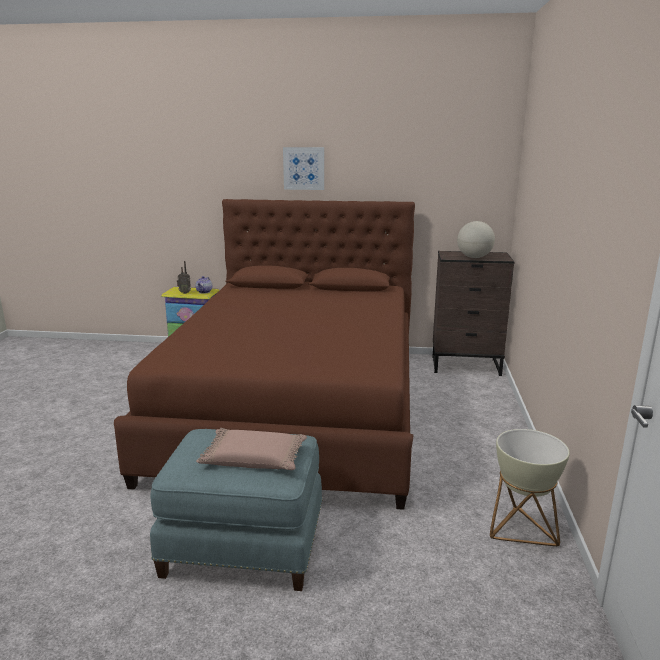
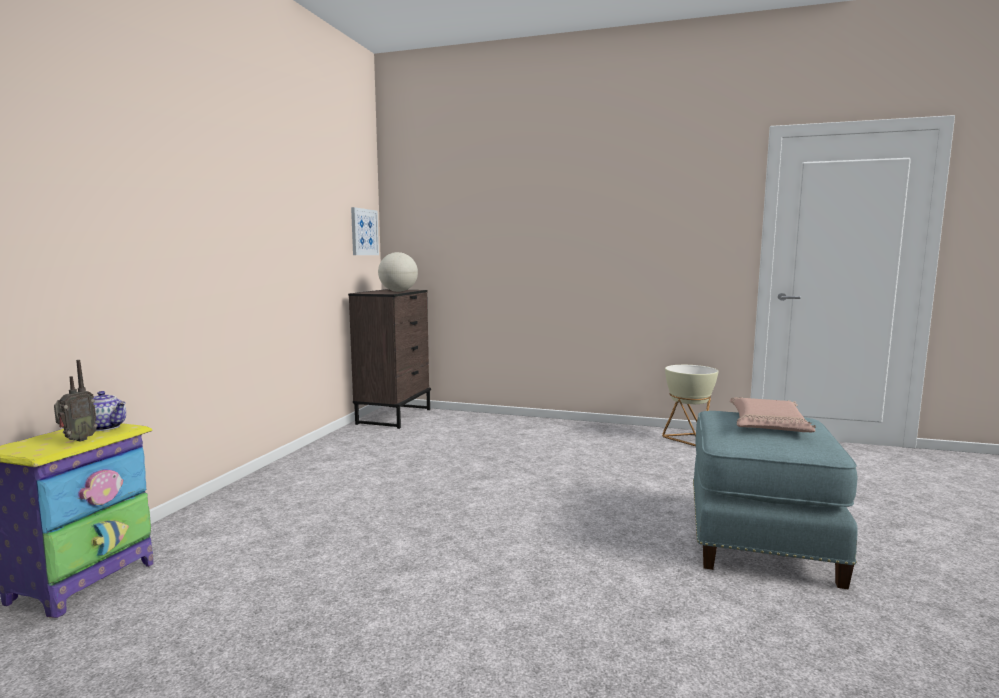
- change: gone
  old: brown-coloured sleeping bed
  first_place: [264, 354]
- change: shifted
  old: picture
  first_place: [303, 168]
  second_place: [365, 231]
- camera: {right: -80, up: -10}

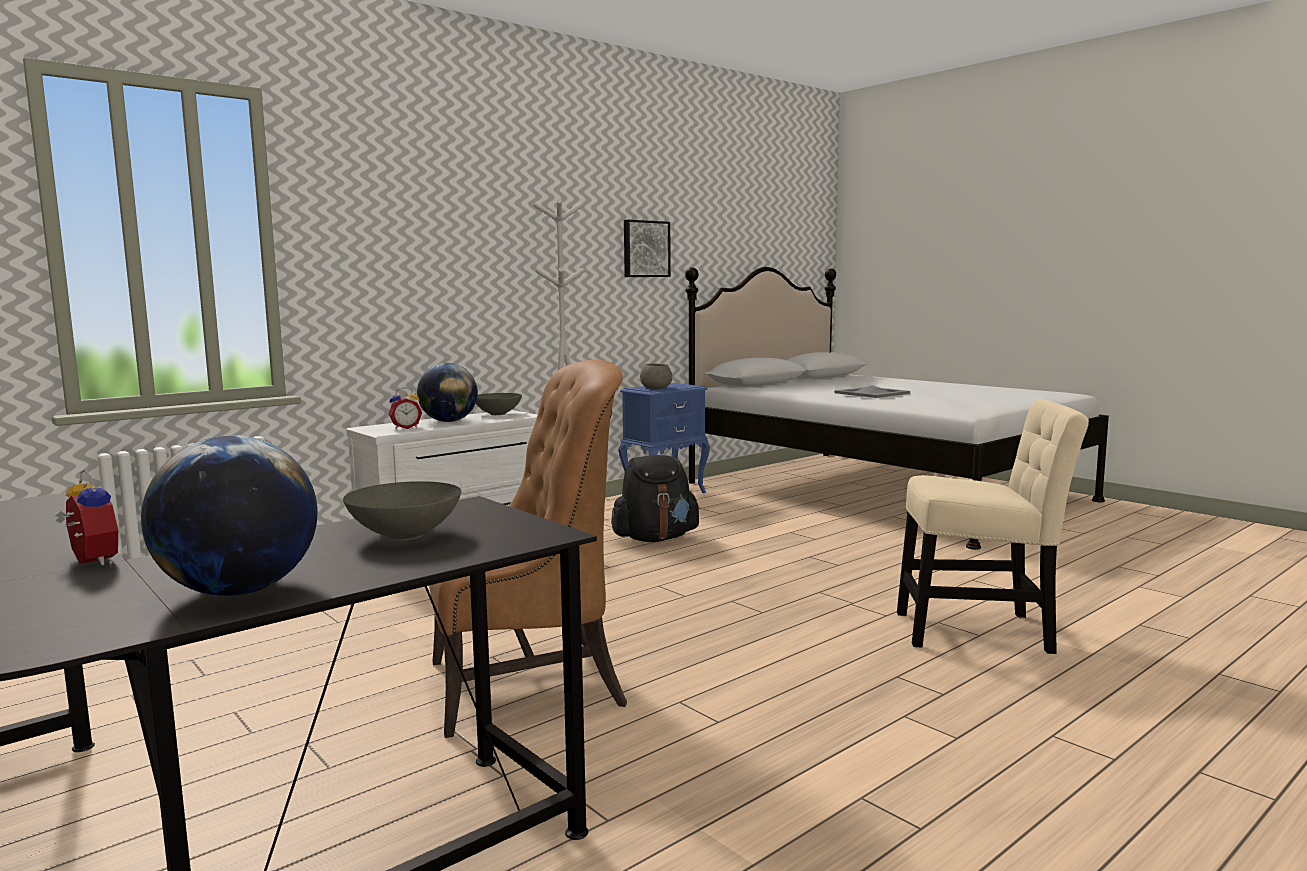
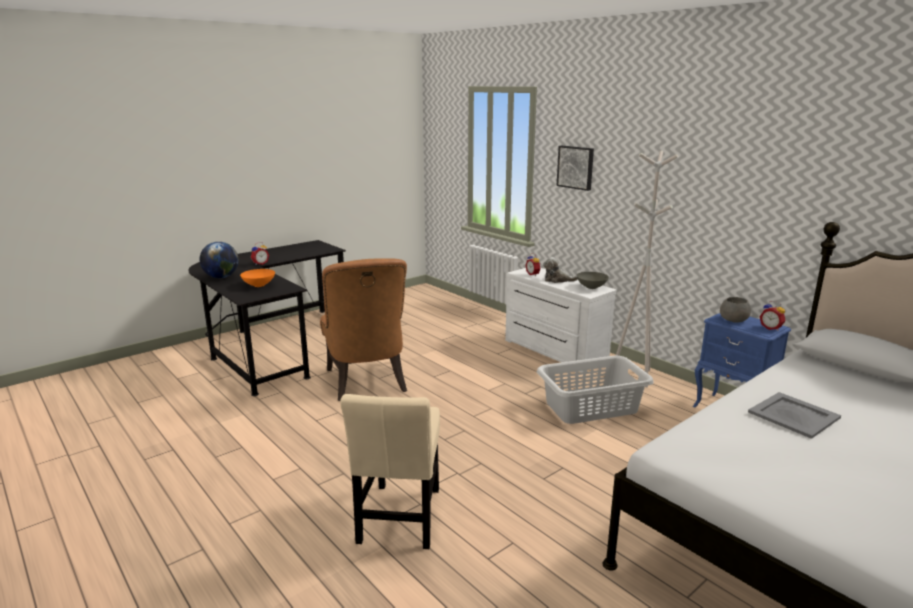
- change: new
  new: bedside clock
  second_place: [773, 316]
- change: shifted
  old: picture
  first_place: [647, 248]
  second_place: [575, 168]
- change: swapped
  old: globe
  new: plush toy
  first_place: [447, 392]
  second_place: [560, 270]
- change: swapped
  old: black-coloured knapsack
  new: grey washing basket
  first_place: [655, 498]
  second_place: [595, 390]
- change: repainted
  old: grey deep dish
  new: orange deep dish
  first_place: [402, 510]
  second_place: [257, 278]
- camera: {right: 90, up: 10}

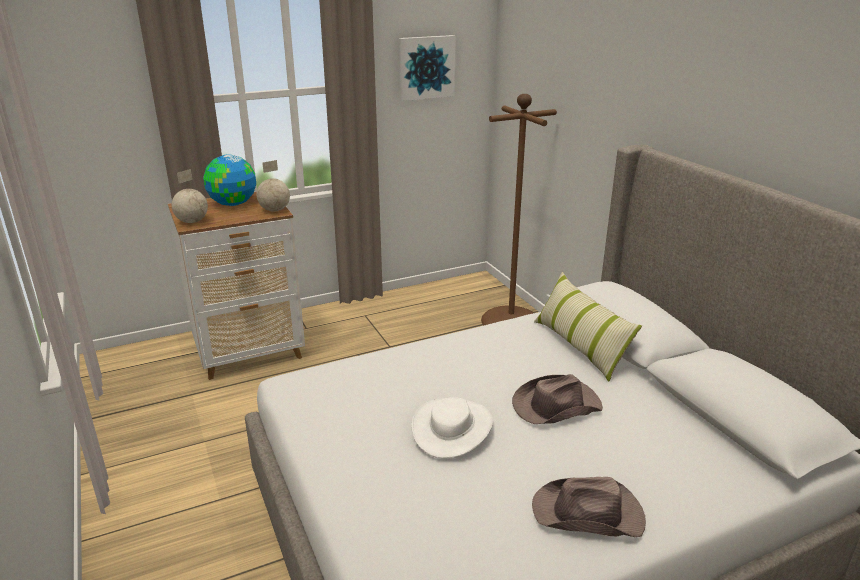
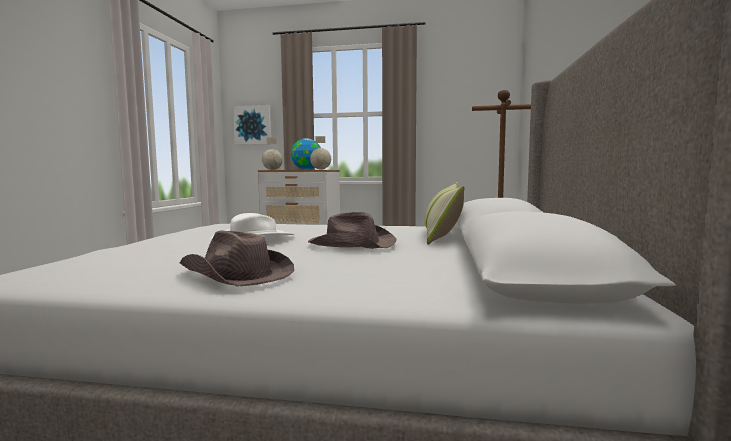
- change: shifted
  old: picture
  first_place: [427, 68]
  second_place: [252, 125]
- camera: {right: 35, up: -20}

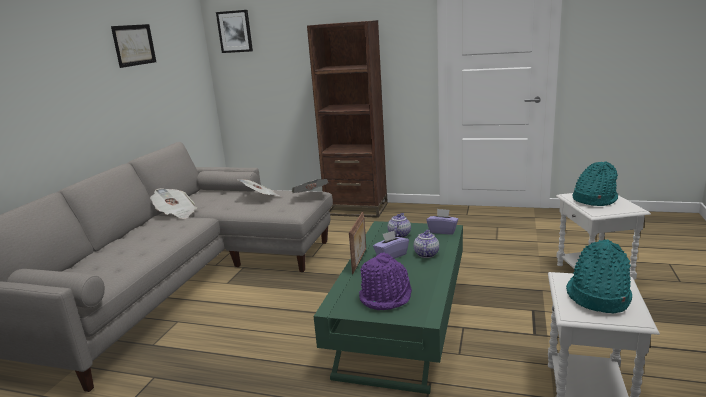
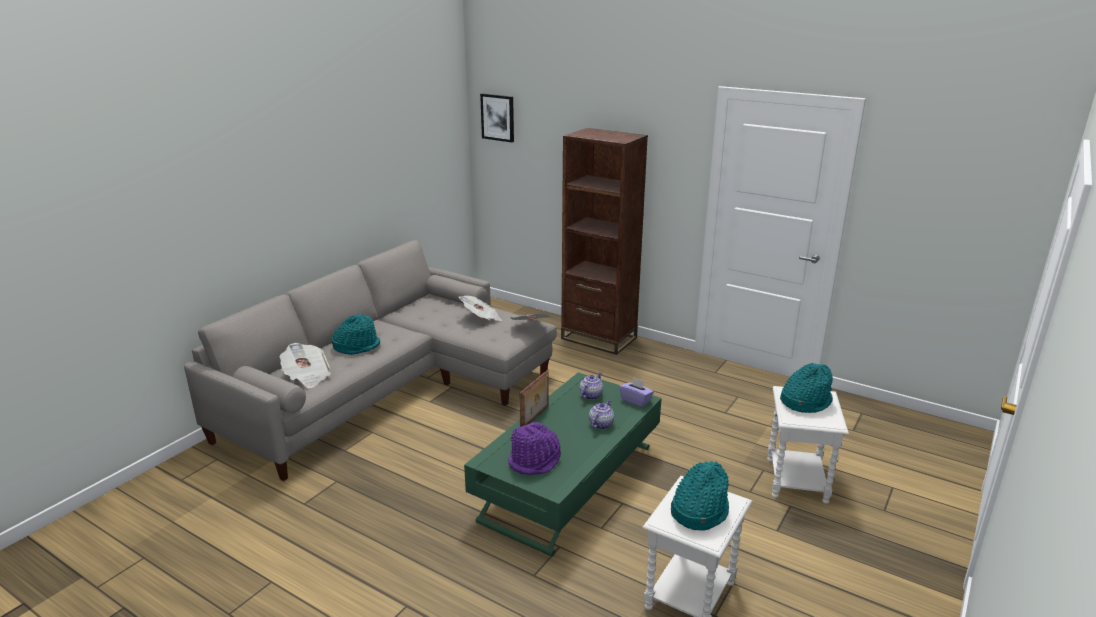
- change: gone
  old: picture
  first_place: [133, 46]
- change: gone
  old: purplish box of tissues
  first_place: [391, 245]
- change: new
  new: turquoise hat
  second_place: [356, 334]
- change: shifted
  old: printed paper
  first_place: [173, 203]
  second_place: [305, 365]
- camera: {right: 15, up: 5}

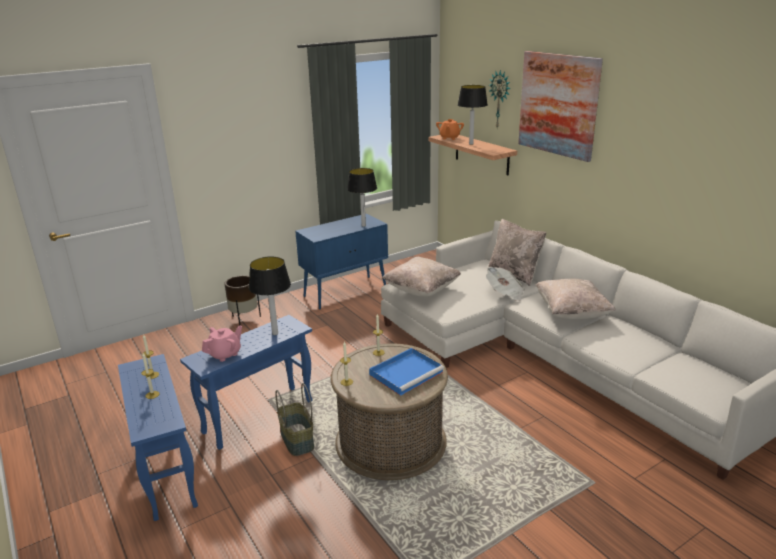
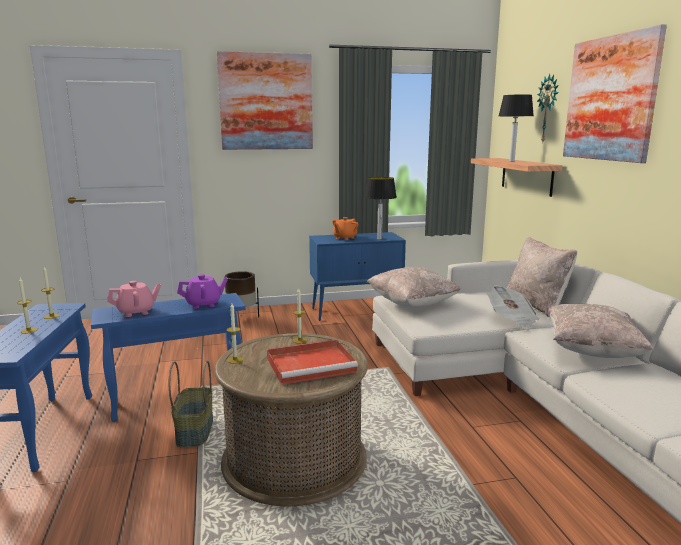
- change: new
  new: picture
  second_place: [265, 100]
- change: shifted
  old: orange teapot
  first_place: [450, 129]
  second_place: [345, 228]
- change: swapped
  old: tabletop lamp
  new: purplish teapot
  first_place: [270, 296]
  second_place: [202, 291]
- change: repainted
  old: blue-coloured serving tray
  new: reddish serving tray
  first_place: [406, 372]
  second_place: [312, 362]
- camera: {right: 20, up: -10}

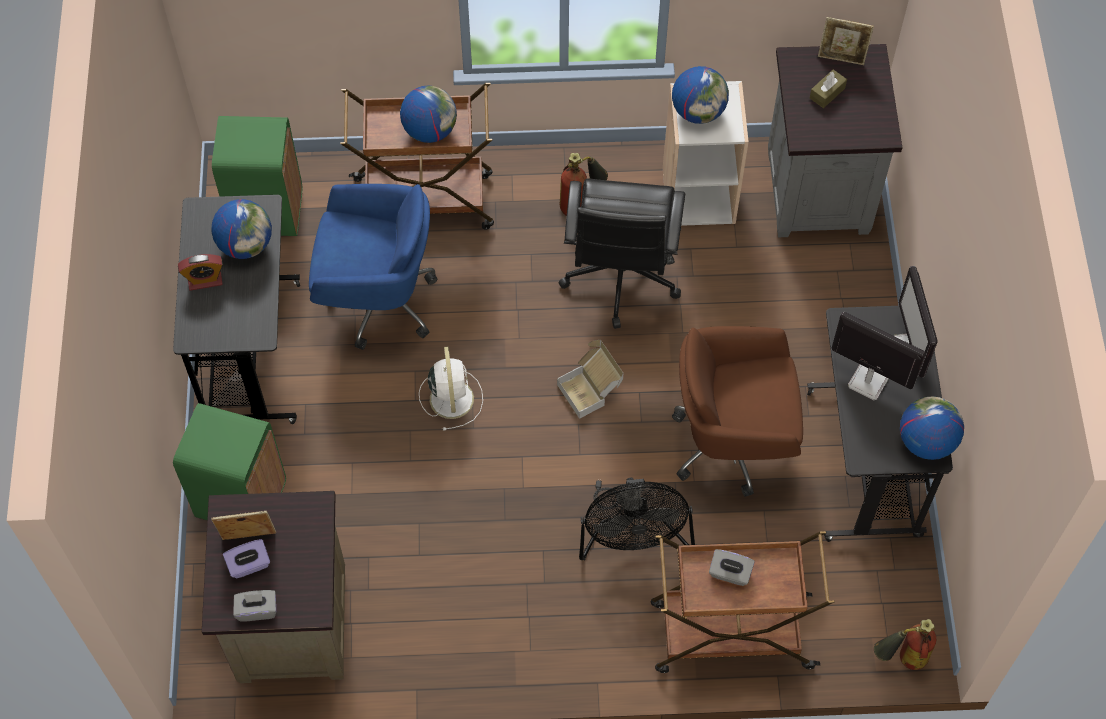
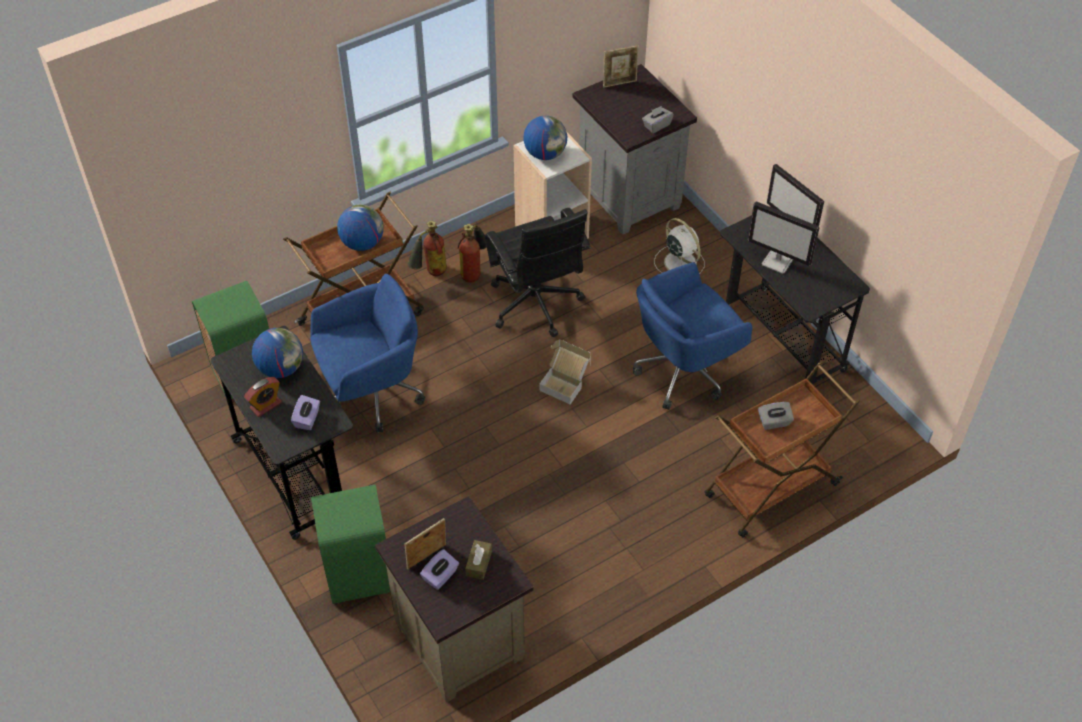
- change: gone
  old: black-coloured electric fan
  first_place: [637, 519]
- change: gone
  old: globe
  first_place: [932, 428]
- change: new
  new: purplish box of tissues
  second_place: [305, 412]
- change: shifted
  old: grey box of tissues
  first_place: [254, 606]
  second_place: [658, 119]
- change: shifted
  old: white-coloured electric fan
  first_place: [451, 388]
  second_place: [679, 246]
- change: shifted
  old: brown-coloured box of tissues
  first_place: [828, 88]
  second_place: [478, 560]
- change: shifted
  old: fire-fighting cylinder
  first_place: [905, 644]
  second_place: [427, 248]
- change: repainted
  old: brown-coloured computer chair
  new: blue-coloured computer chair
  first_place: [737, 411]
  second_place: [692, 336]
- change: rotated
  old: computer screen
  first_place: [878, 356]
  second_place: [784, 237]
  degrees: -150
- camera: {right: -30, up: -10}

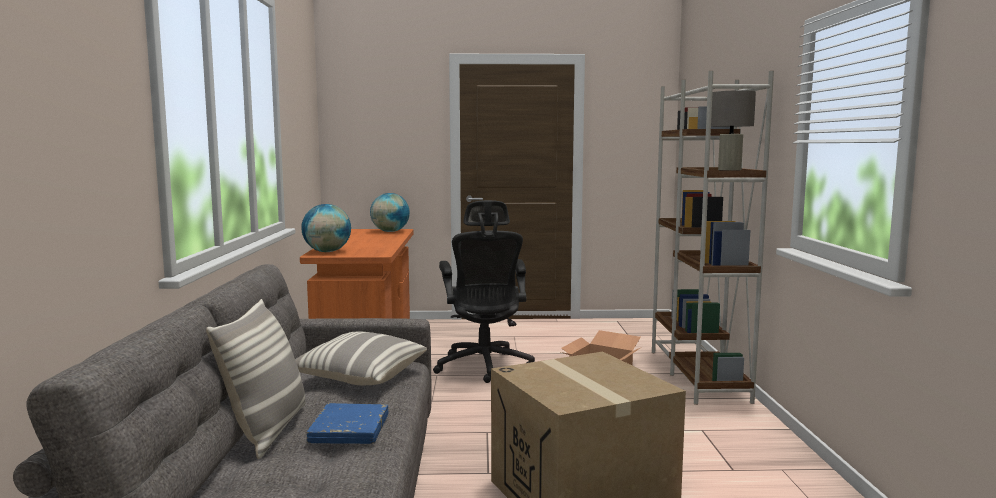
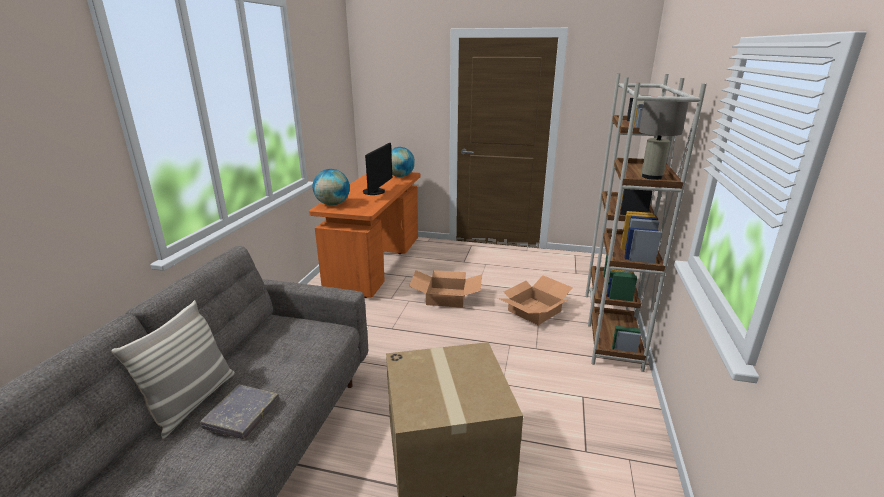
- change: gone
  old: pillow
  first_place: [361, 358]
- change: new
  new: computer screen
  second_place: [377, 168]
- change: swapped
  old: computer chair
  new: cardboard box
  first_place: [484, 291]
  second_place: [445, 289]
- change: repainted
  old: blue-coloured volume
  new: grey volume
  first_place: [347, 423]
  second_place: [239, 412]
- camera: {right: 15, up: 15}

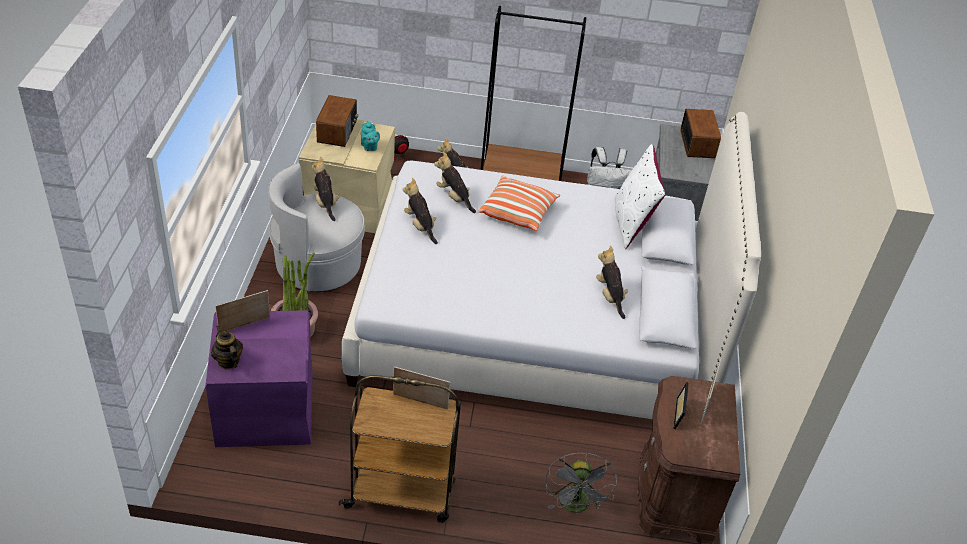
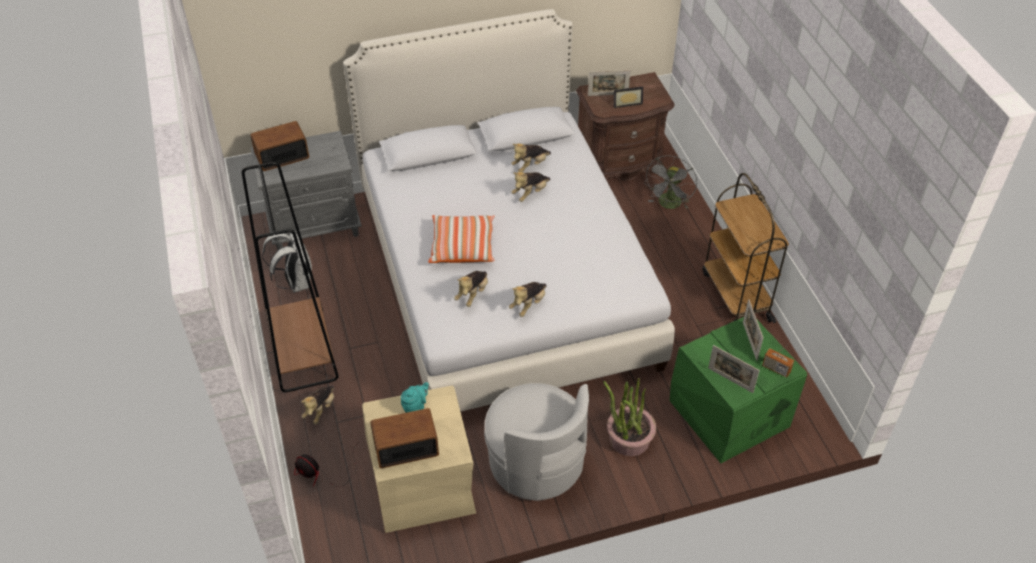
- change: gone
  old: white-coloured pillow
  first_place: [640, 196]
- change: shifted
  old: plush toy
  first_place: [326, 188]
  second_place: [531, 187]
- change: shifted
  old: picture frame
  first_place: [421, 388]
  second_place: [753, 330]
- change: swapped
  old: teapot
  new: radio set
  first_place: [227, 347]
  second_place: [778, 360]
- change: repainted
  old: purplish storage box
  new: green-coloured storage box
  first_place: [259, 378]
  second_place: [738, 390]
- change: rotated
  old: grey electric fan
  first_place: [581, 483]
  second_place: [670, 182]
  degrees: 135
- camera: {right: -110, up: 5}

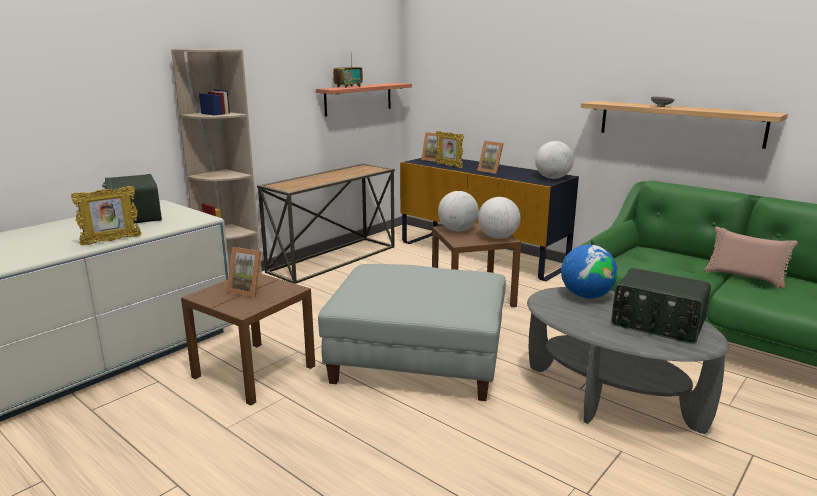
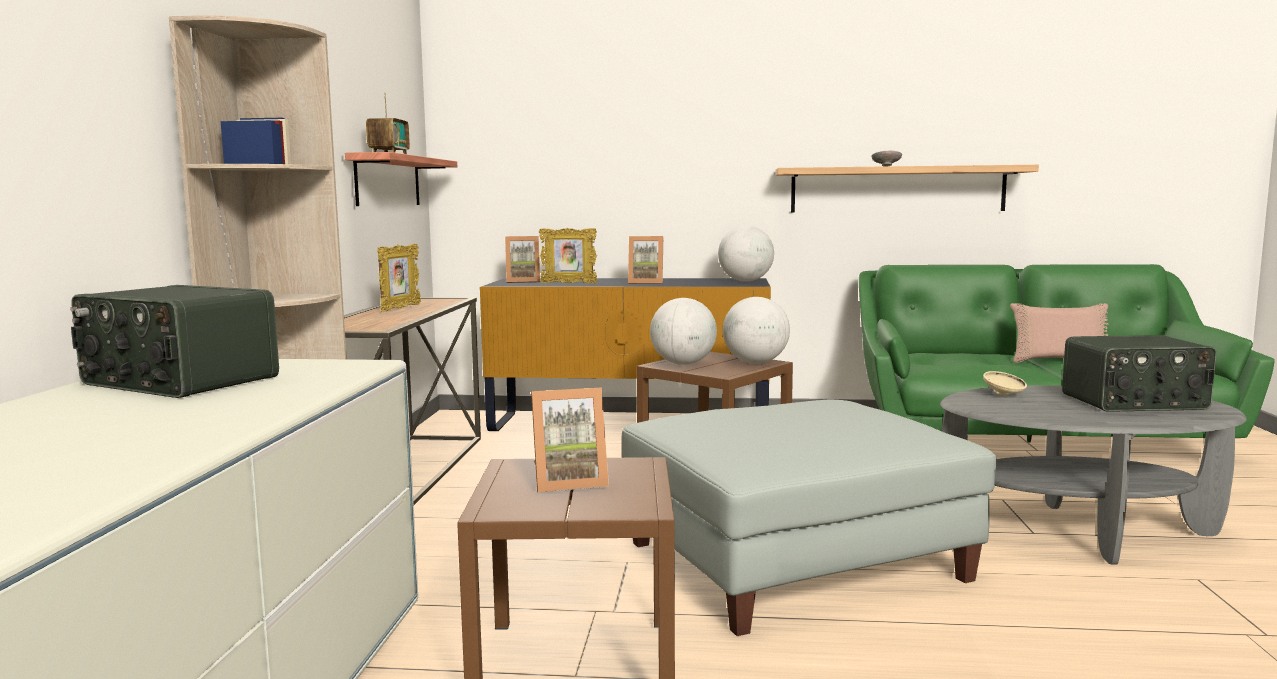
- change: shifted
  old: picture frame
  first_place: [106, 216]
  second_place: [399, 277]
- change: swapped
  old: globe
  new: sand-coloured deep dish
  first_place: [589, 272]
  second_place: [1005, 383]
- camera: {right: -35, up: -10}

